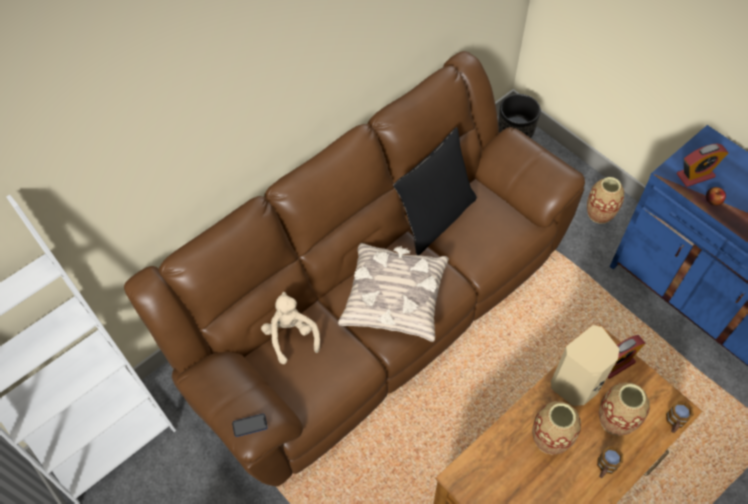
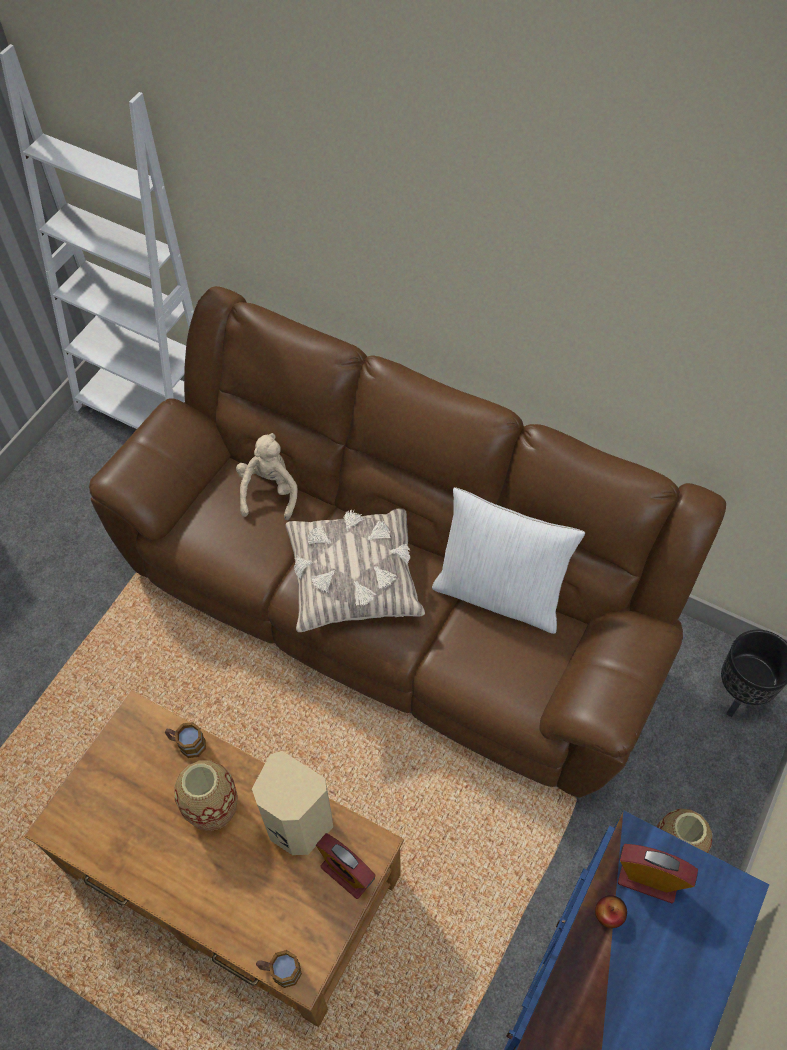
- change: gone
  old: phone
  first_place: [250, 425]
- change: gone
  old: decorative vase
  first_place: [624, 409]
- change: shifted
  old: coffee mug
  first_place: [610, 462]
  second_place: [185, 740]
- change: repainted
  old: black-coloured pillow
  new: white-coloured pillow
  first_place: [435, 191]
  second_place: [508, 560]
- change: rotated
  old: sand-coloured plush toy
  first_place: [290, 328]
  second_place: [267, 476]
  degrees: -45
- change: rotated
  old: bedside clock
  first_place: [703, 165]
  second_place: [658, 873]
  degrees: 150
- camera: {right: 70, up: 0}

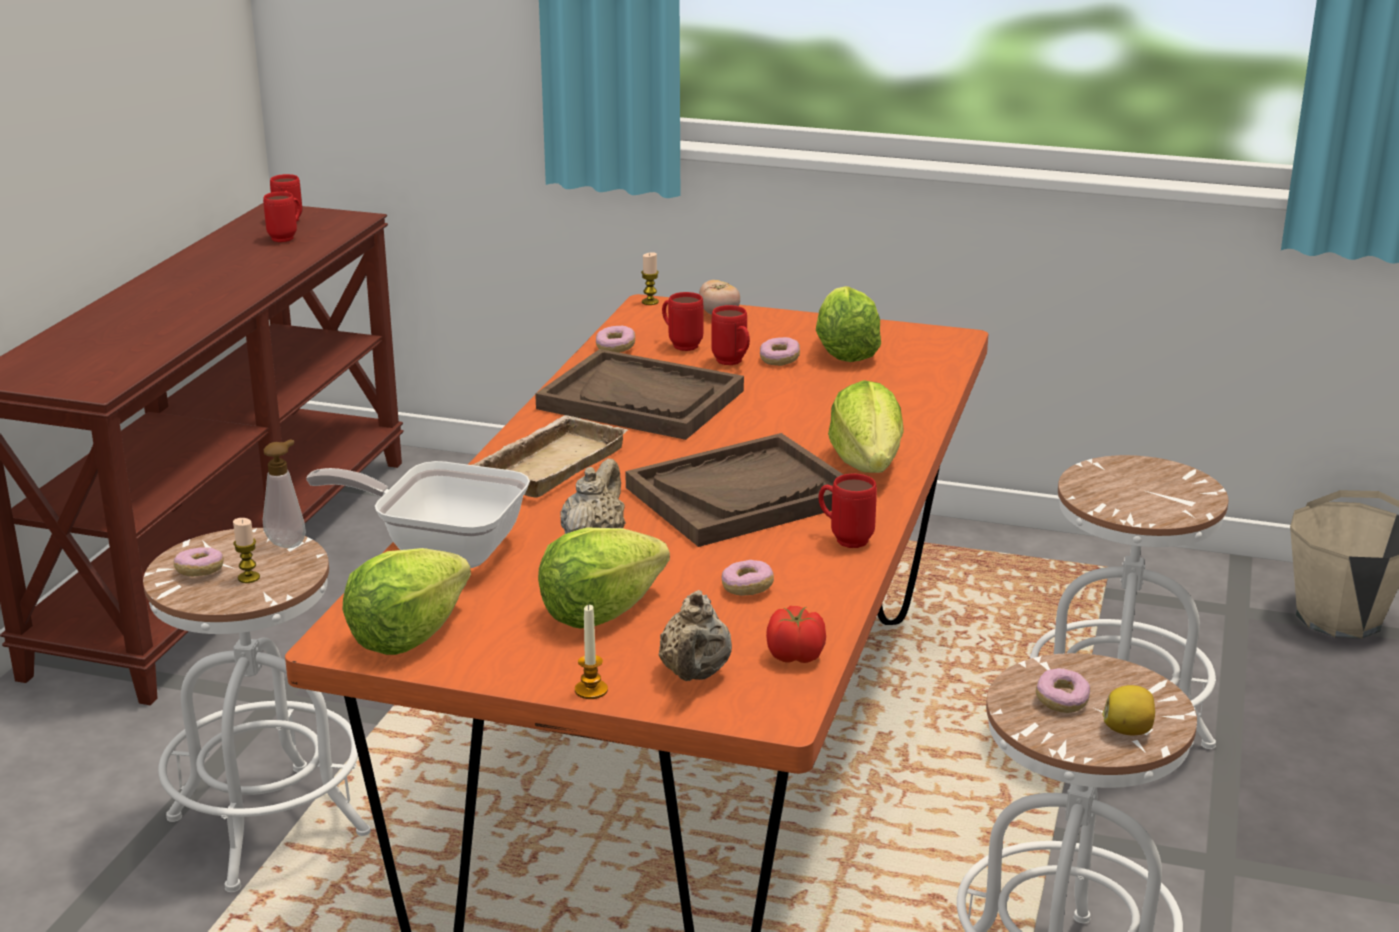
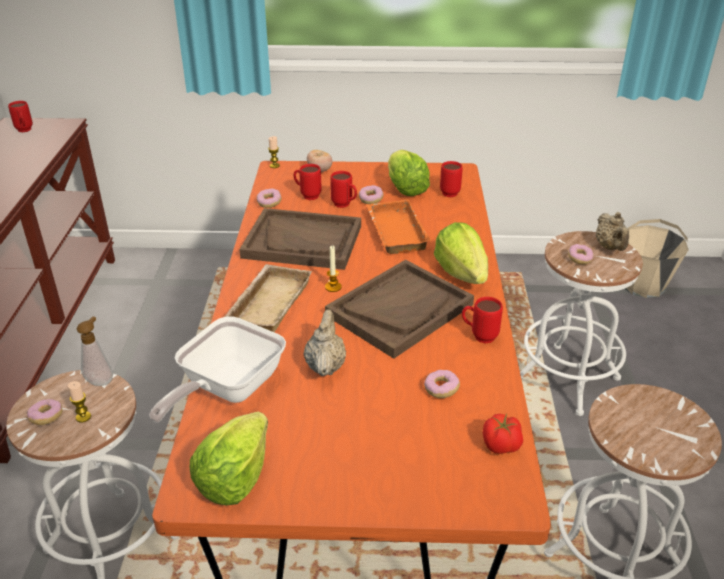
- change: gone
  old: head of lettuce
  first_place: [604, 578]
- change: gone
  old: whole lemon
  first_place: [1129, 710]
- change: new
  new: orange serving tray
  second_place: [398, 226]
- change: shifted
  old: reddish coffee mug
  first_place: [282, 217]
  second_place: [451, 179]
- change: shifted
  old: candle
  first_place: [591, 651]
  second_place: [333, 269]
- change: shifted
  old: sand-coloured teapot
  first_place: [695, 635]
  second_place: [612, 231]
- change: shifted
  old: doughnut
  first_place: [1063, 690]
  second_place: [580, 254]
- change: rotated
  old: skillet
  first_place: [418, 514]
  second_place: [217, 369]
  degrees: -60
- camera: {right: -15, up: 10}

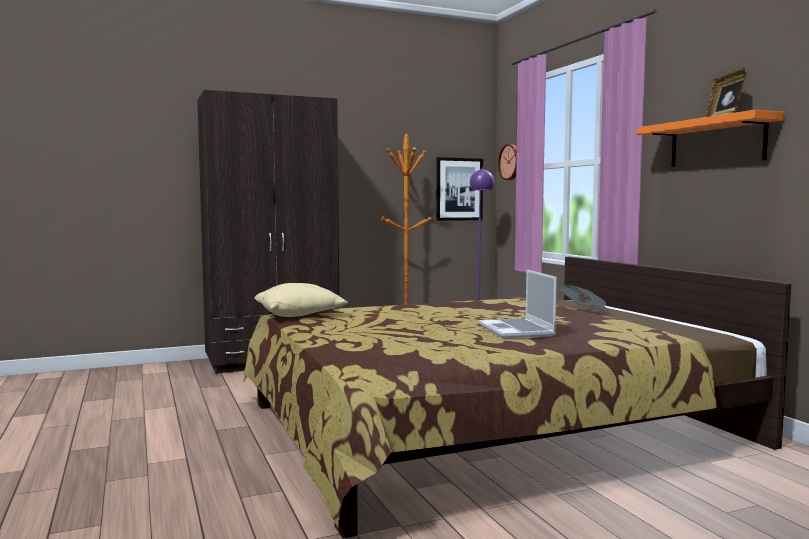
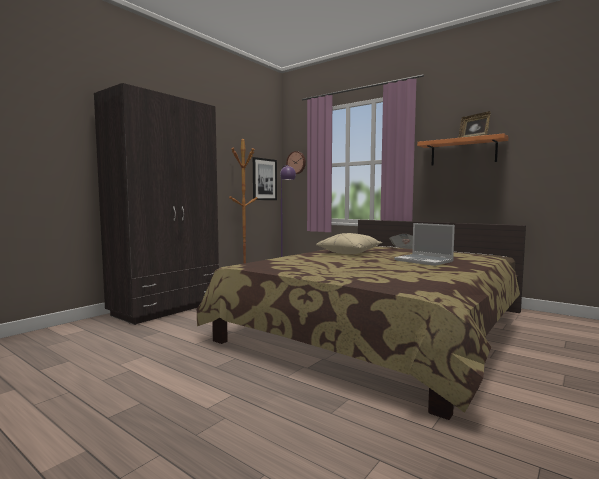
- change: shifted
  old: sand-coloured pillow
  first_place: [301, 300]
  second_place: [349, 243]
- camera: {right: -30, up: 0}

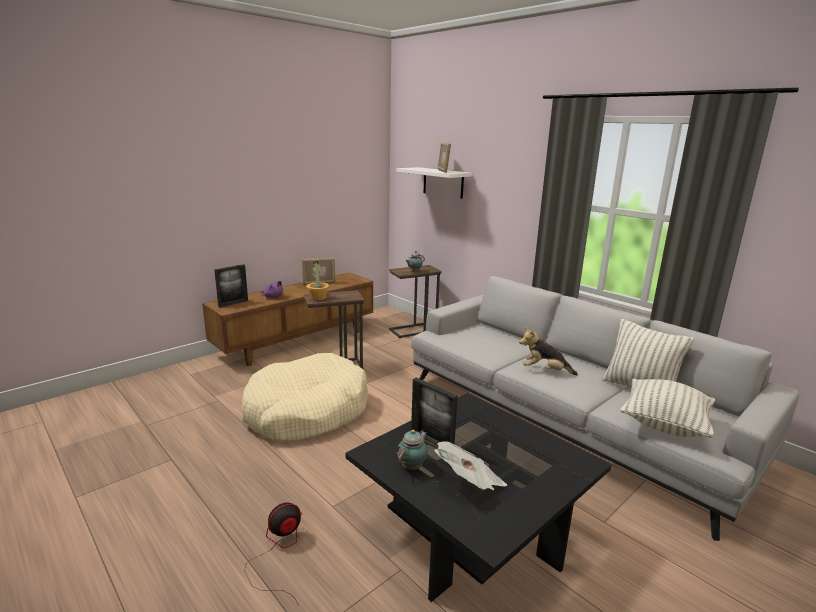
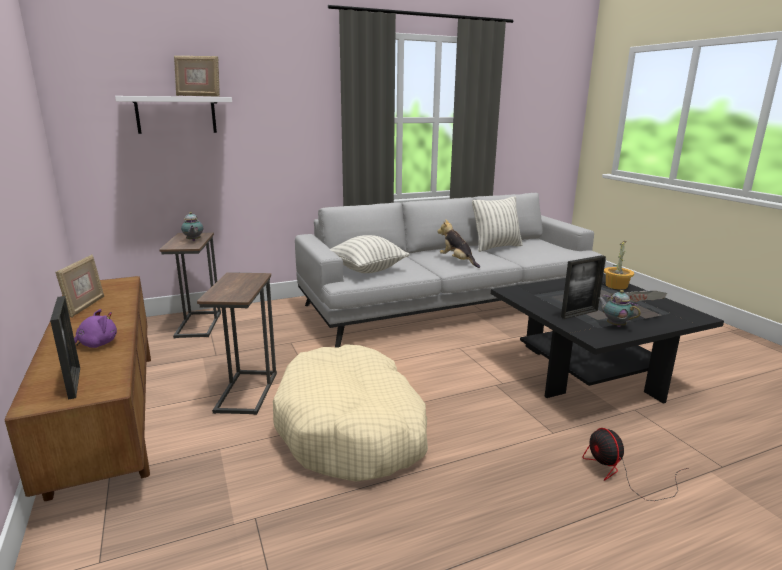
- change: shifted
  old: potted plant
  first_place: [317, 280]
  second_place: [619, 265]
- change: shifted
  old: pillow
  first_place: [667, 408]
  second_place: [369, 254]
- change: rotated
  old: plush toy
  first_place: [548, 351]
  second_place: [458, 243]
  degrees: 105
- camera: {right: -70, up: 0}

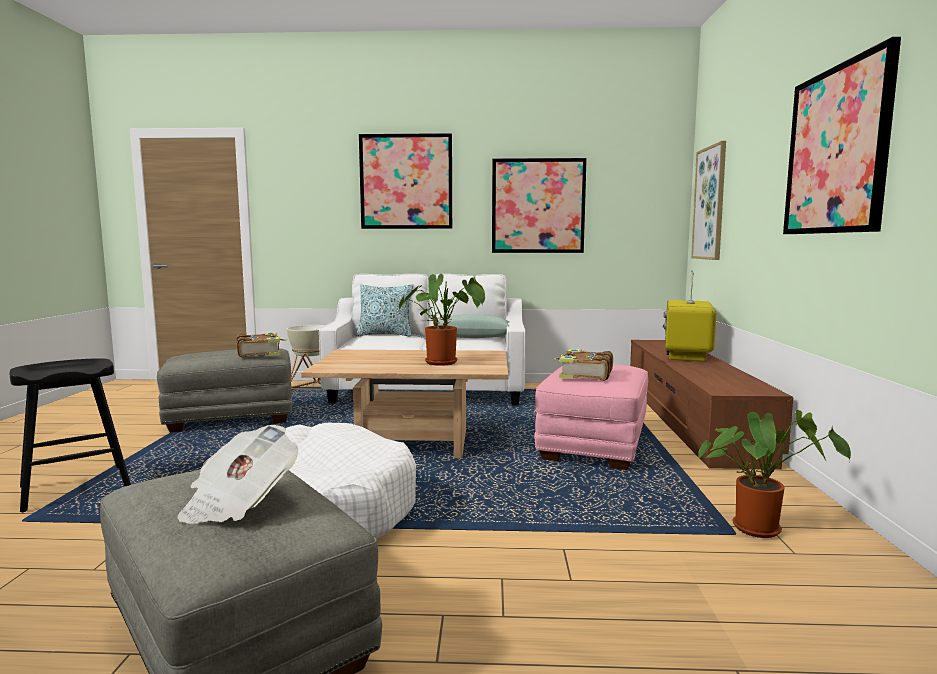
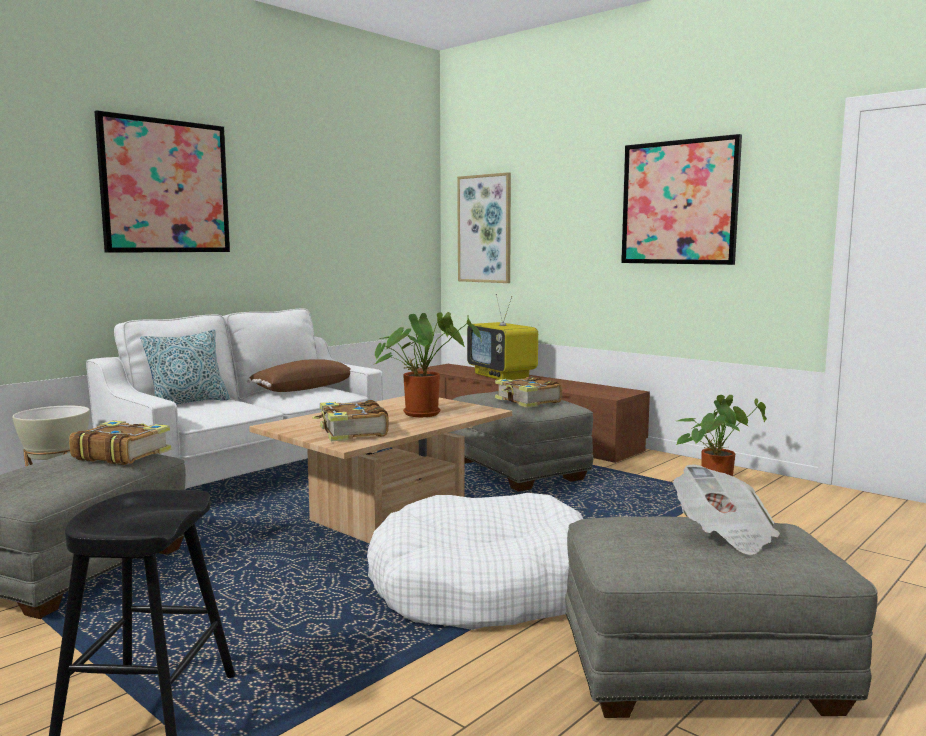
- change: gone
  old: picture
  first_place: [539, 205]
- change: new
  new: volume
  second_place: [350, 420]
- change: repainted
  old: green-coloured pillow
  new: brown-coloured pillow
  first_place: [471, 326]
  second_place: [299, 375]
- change: repainted
  old: pinkish footrest
  new: grey footrest
  first_place: [591, 417]
  second_place: [521, 441]
- camera: {right: -50, up: 0}

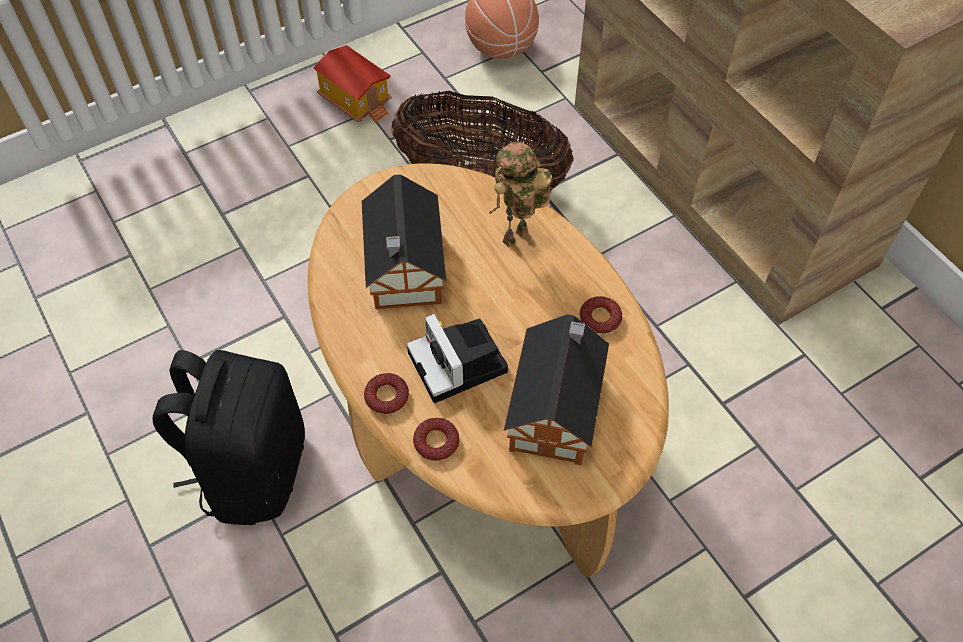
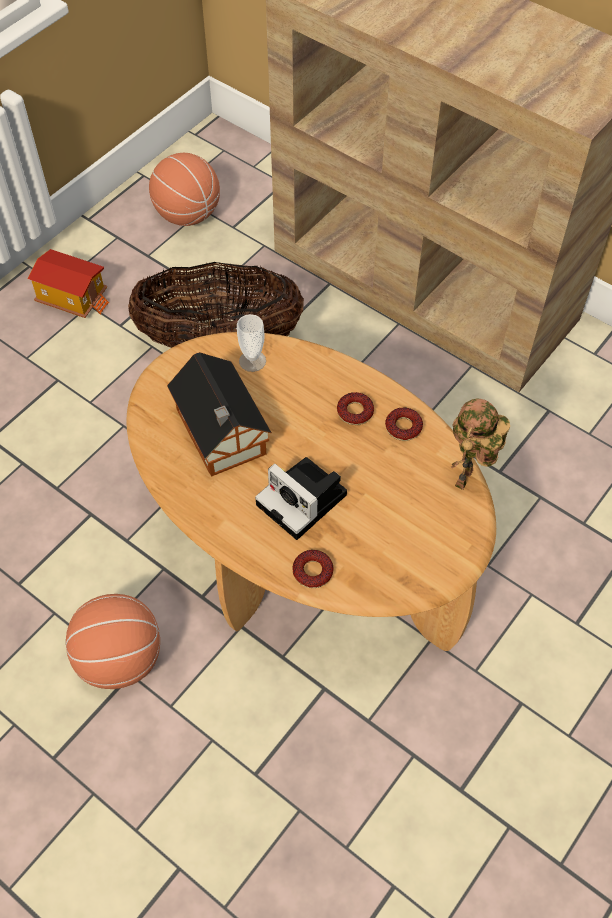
- change: gone
  old: model house
  first_place: [556, 389]
- change: new
  new: cup
  second_place: [251, 343]
- change: shifted
  old: doughnut
  first_place: [386, 394]
  second_place: [355, 408]
- change: shifted
  old: toy robot
  first_place: [520, 194]
  second_place: [480, 444]
- change: swapped
  old: black-coloured knapsack
  new: basketball ball
  first_place: [228, 437]
  second_place: [113, 641]
- camera: {right: -20, up: 0}

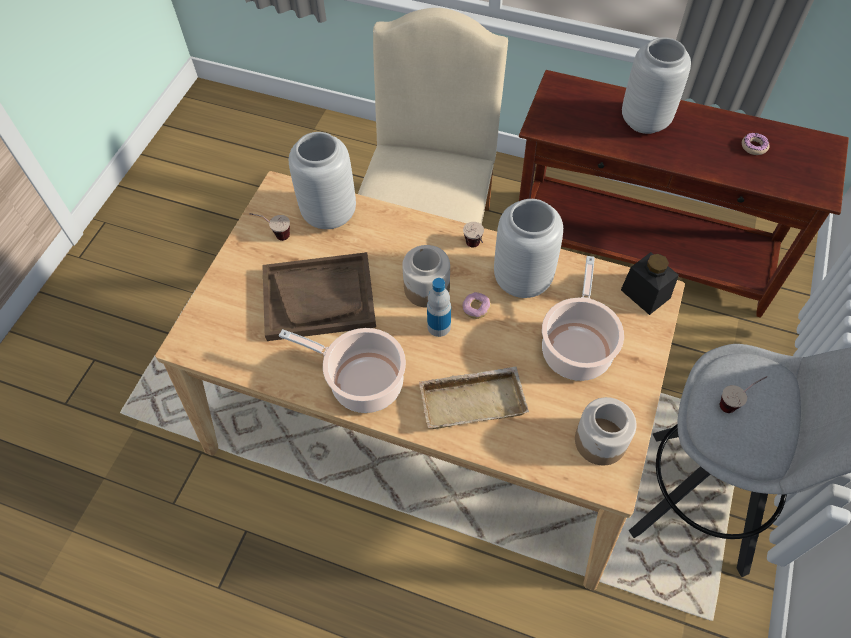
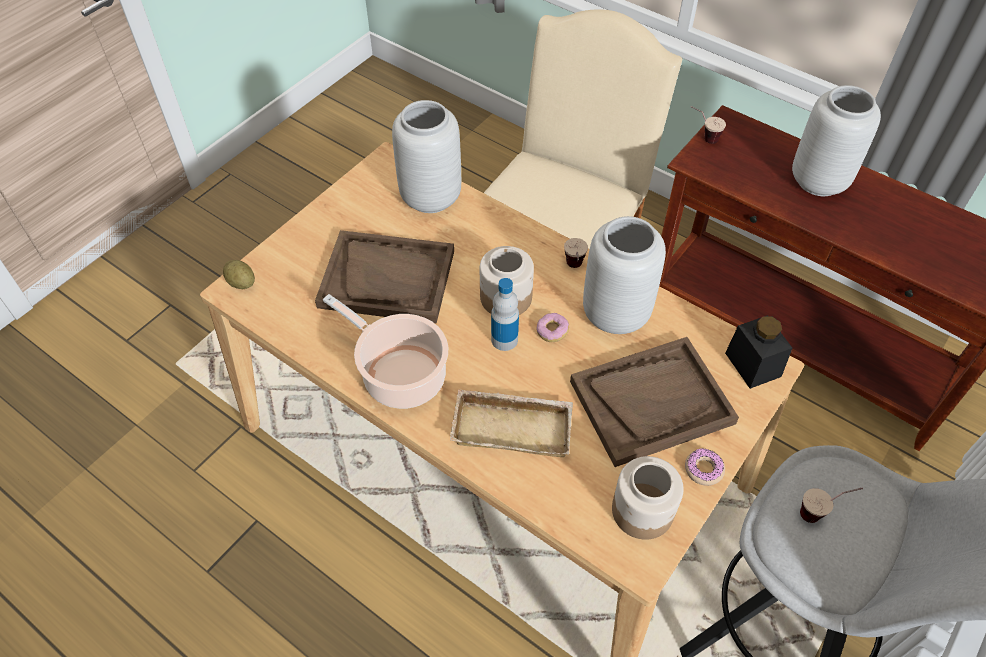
- change: new
  new: whole potato
  second_place: [239, 274]
- change: shifted
  old: cup
  first_place: [269, 227]
  second_place: [708, 125]
- change: shifted
  old: doughnut
  first_place: [756, 144]
  second_place: [705, 467]
- change: swapped
  old: saucepot
  new: brown-coloured serving tray
  first_place: [583, 318]
  second_place: [654, 402]
- camera: {right: 15, up: -5}

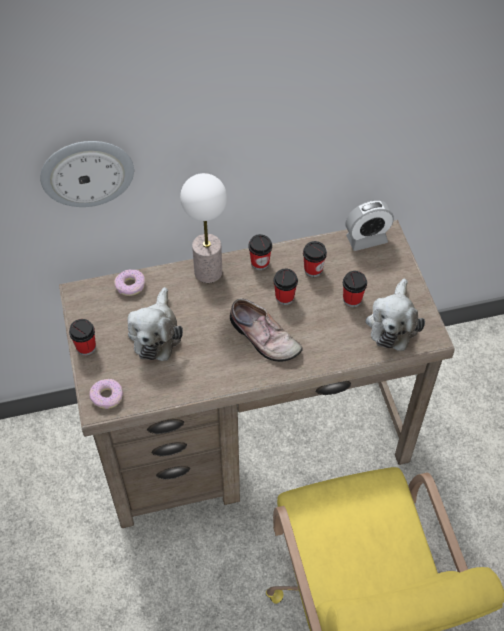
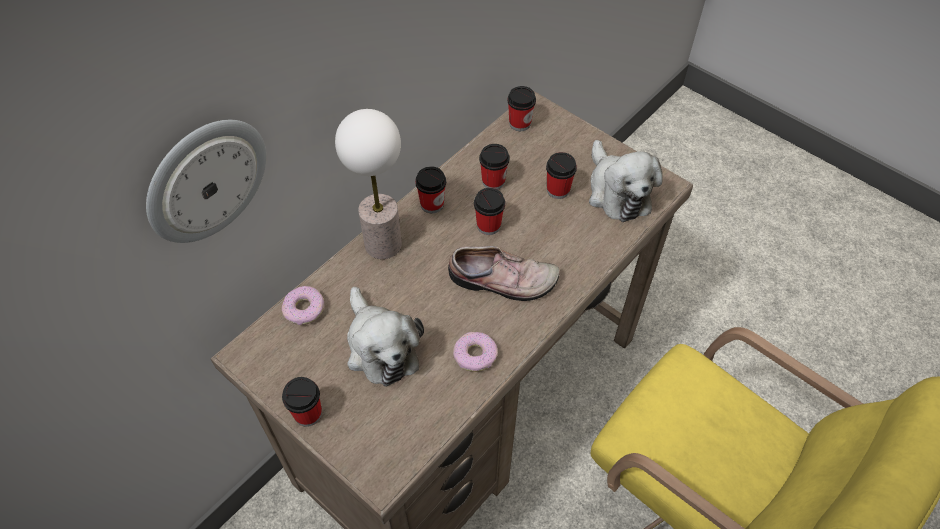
- change: shifted
  old: doughnut
  first_place: [106, 394]
  second_place: [475, 352]
- change: swapped
  old: bedside clock
  new: cup
  first_place: [369, 225]
  second_place: [521, 108]
- camera: {right: -35, up: 0}

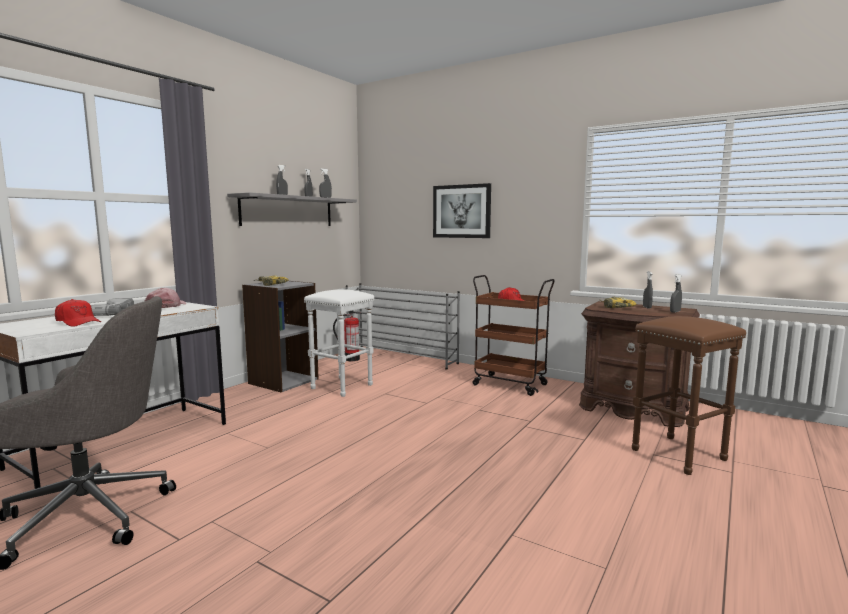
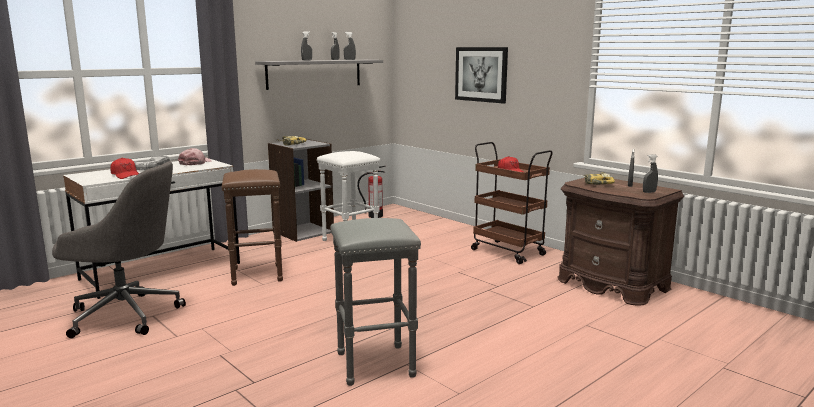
- change: gone
  old: grey shoe rack
  first_place: [403, 326]
- change: new
  new: grey sitting stool
  second_place: [376, 302]
- change: shifted
  old: brown-coloured sitting stool
  first_place: [689, 395]
  second_place: [252, 227]
- camera: {right: 15, up: 5}

